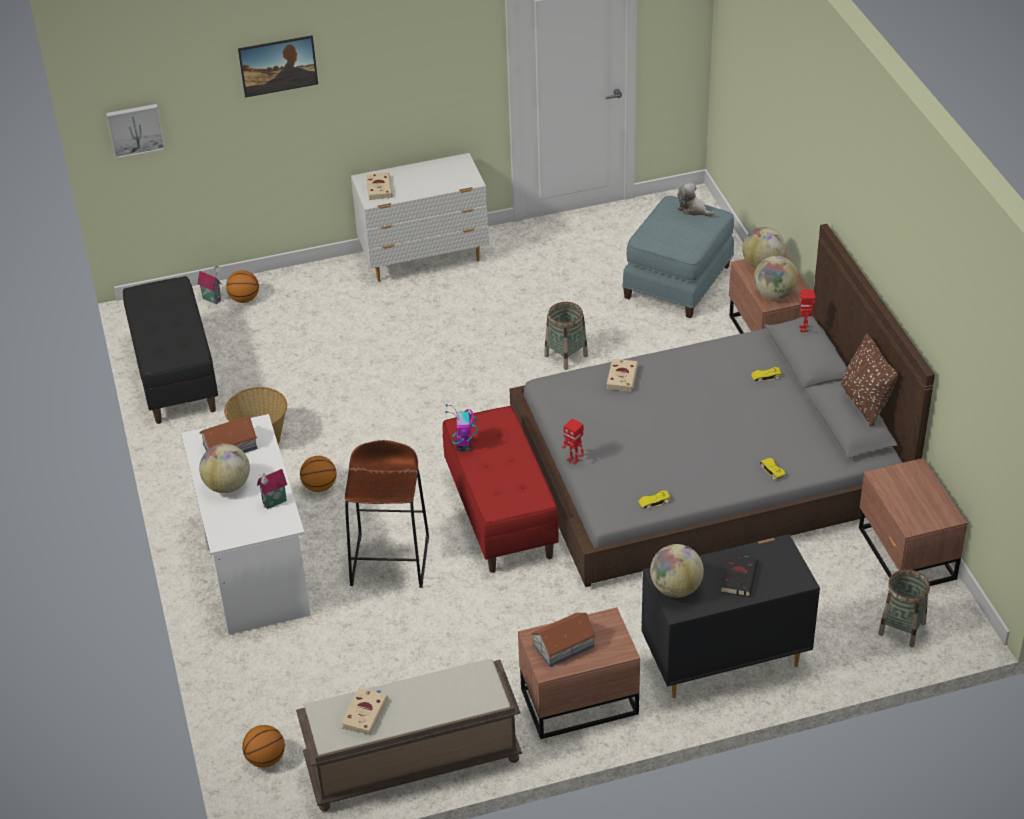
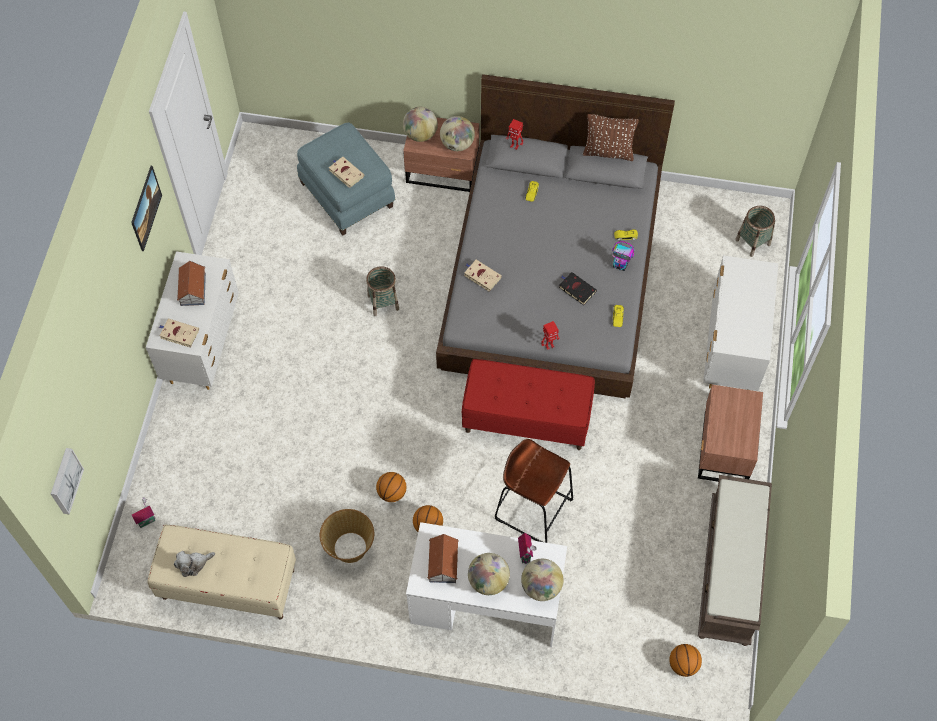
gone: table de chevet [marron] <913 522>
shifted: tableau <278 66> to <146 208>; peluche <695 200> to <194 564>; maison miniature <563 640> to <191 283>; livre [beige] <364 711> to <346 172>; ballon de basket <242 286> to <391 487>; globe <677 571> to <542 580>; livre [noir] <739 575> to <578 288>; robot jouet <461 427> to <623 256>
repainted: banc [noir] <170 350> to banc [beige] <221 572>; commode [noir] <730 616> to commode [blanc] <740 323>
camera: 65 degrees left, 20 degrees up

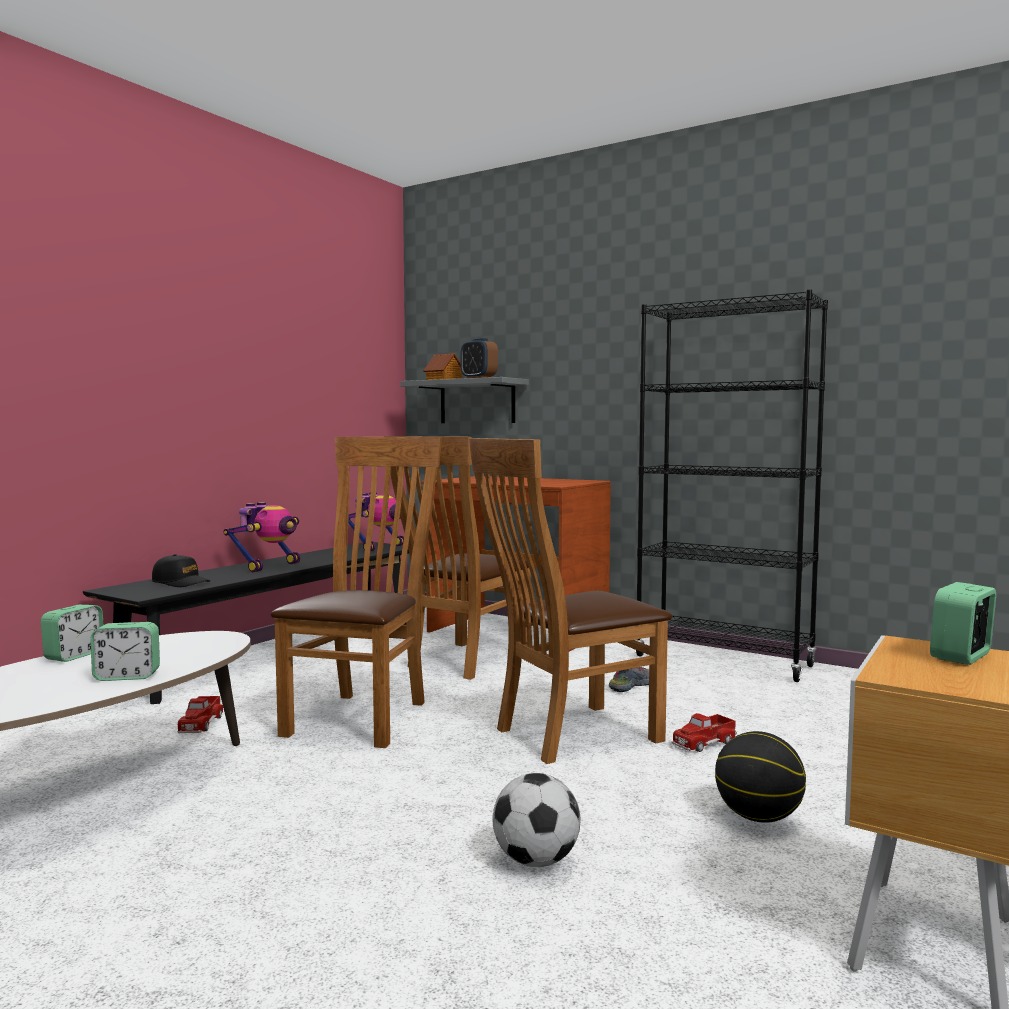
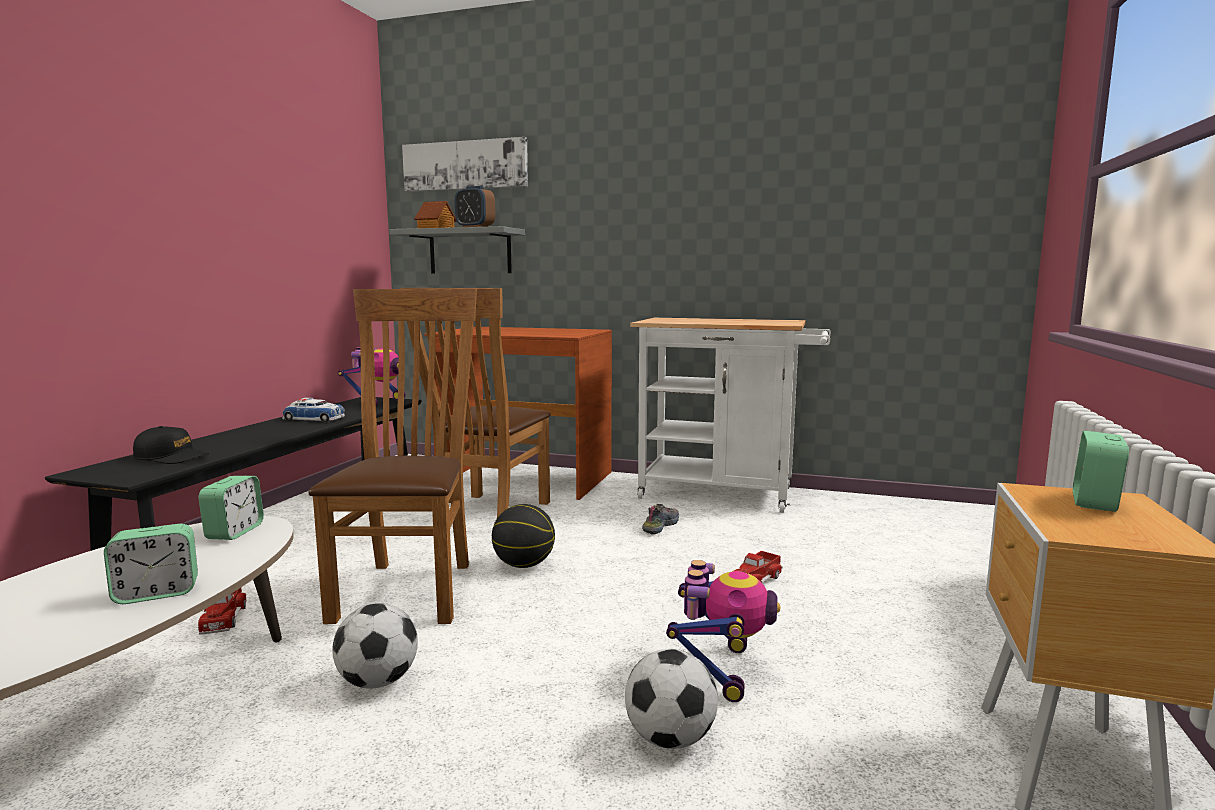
gone: chaise [marron] <570 601>
new: petite voiture <313 410>; ballon de foot <375 646>; tableau <465 164>
shifted: réveil <72 633> to <231 508>; ballon de basket <760 777> to <523 536>; robot jouet <262 537> to <723 631>
swapped: bibliothèque [noir] <731 486> to chariot [blanc] <730 415>
camera: 15 degrees left, 5 degrees up

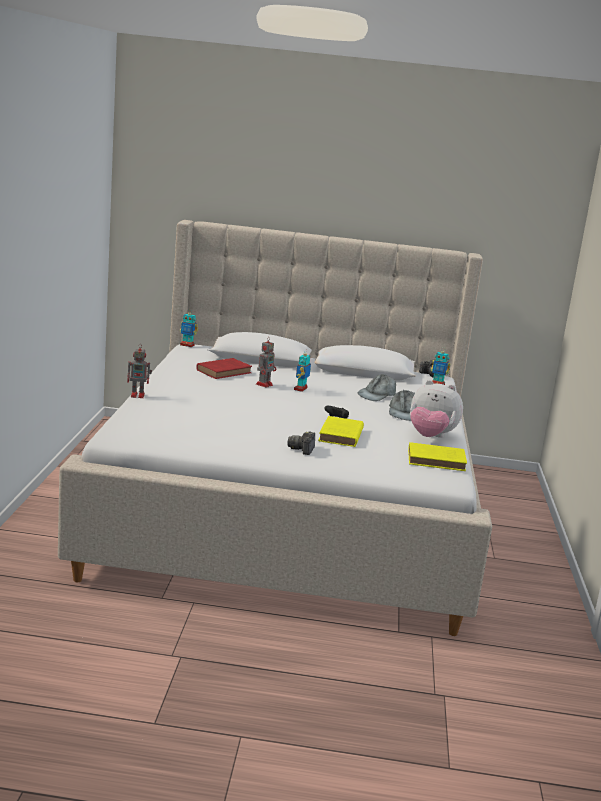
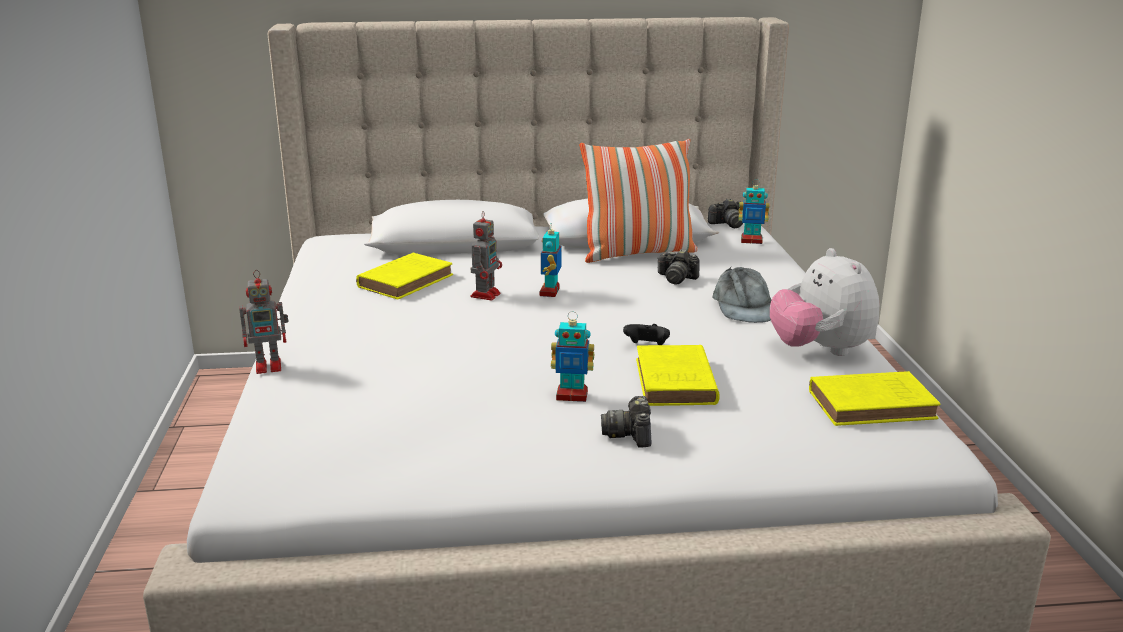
new: coussin <639 201>
shifted: robot jouet <189 328> to <572 357>
swapped: casquette [gris] <376 387> to appareil photo <678 266>
repainted: livre [rouge] <224 368> to livre [jaune] <404 276>
rotated: peluche <436 409> = <824 302> 60 degrees clockwise
camera: 10 degrees left, 5 degrees up

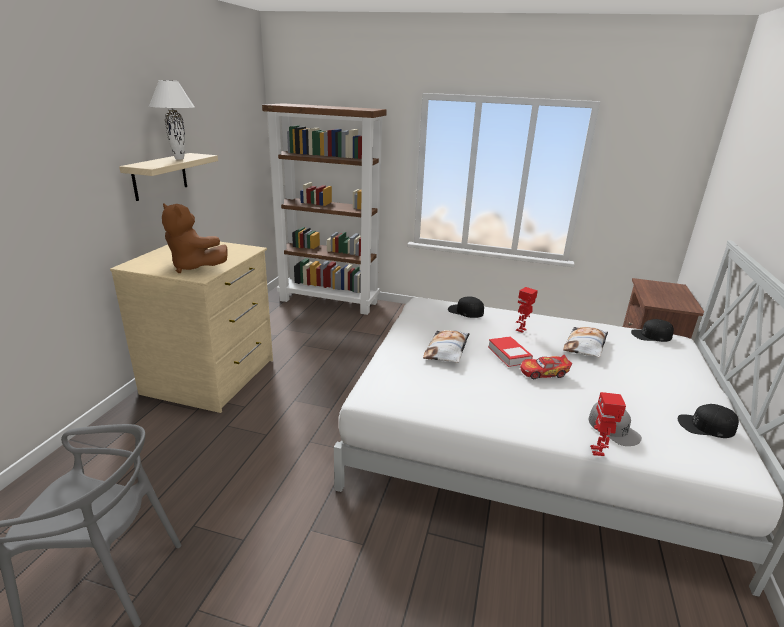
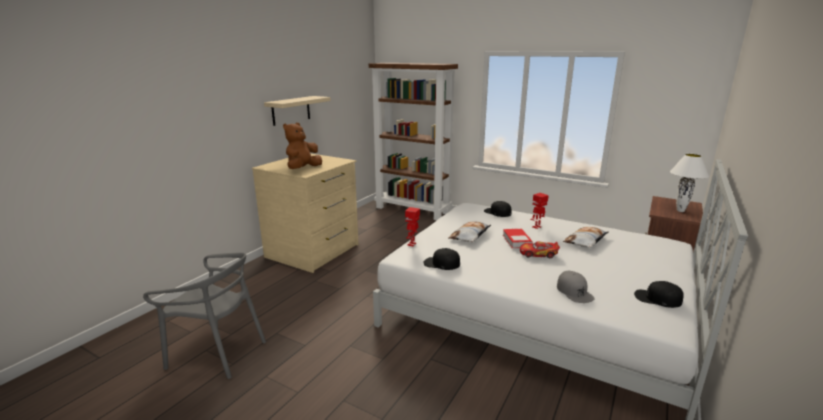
shifted: robot jouet <608 424> to <412 226>; casquette [noir] <652 330> to <441 259>; lampe de table [blanc] <171 120> to <689 183>
rotated: peluche [marron] <195 238> = <302 146> 75 degrees clockwise
camera: 15 degrees right, 5 degrees down

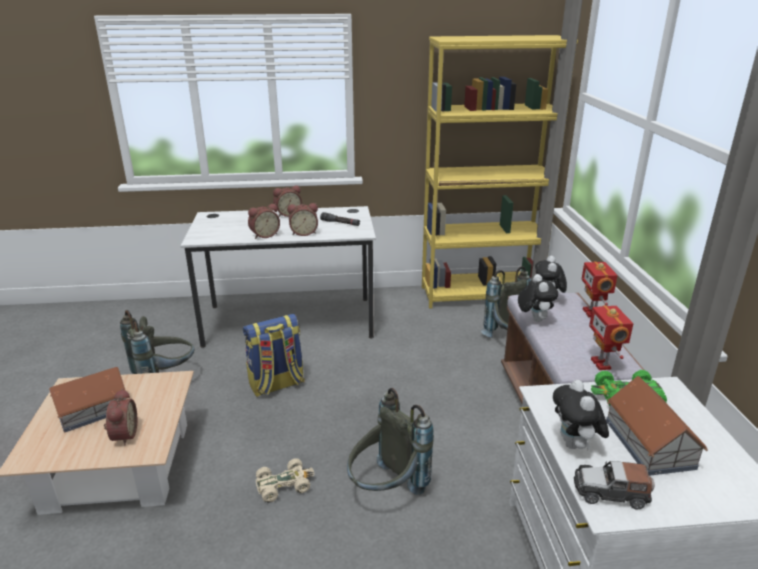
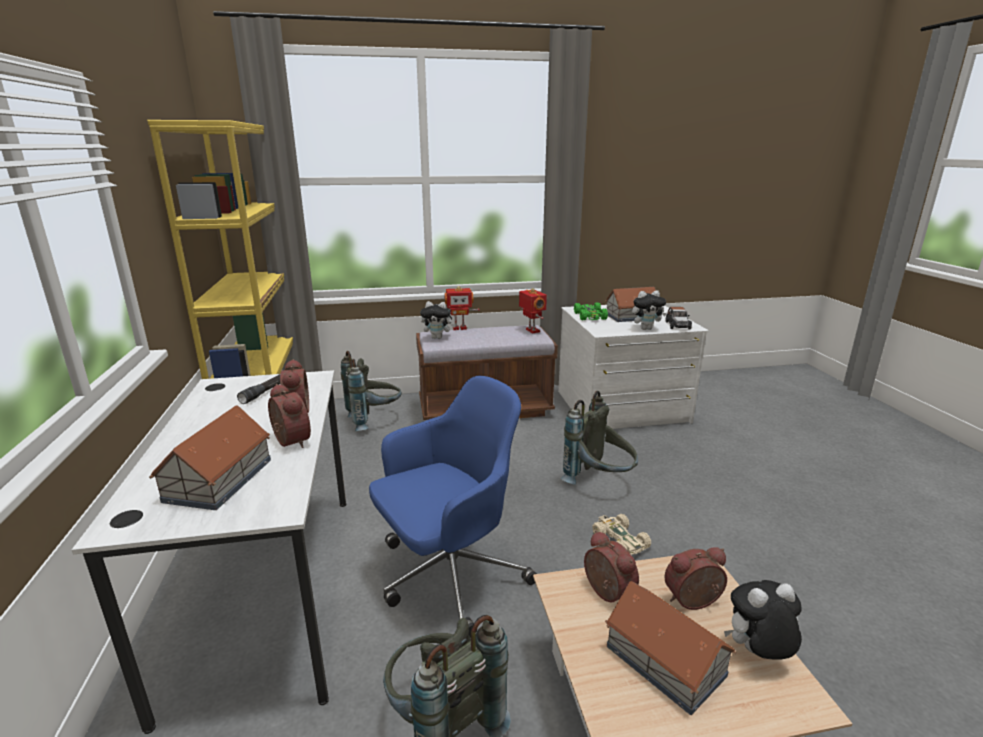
new: maison miniature <210 457>
shifted: réveil <287 201> to <611 566>; peluche <538 298> to <763 619>
swapped: sac à dos <274 355> to chaise de bureau [bleu] <453 506>
rotated: robot jouet <611 337> = <533 310> 105 degrees counterclockwise
camera: 95 degrees left, 5 degrees down

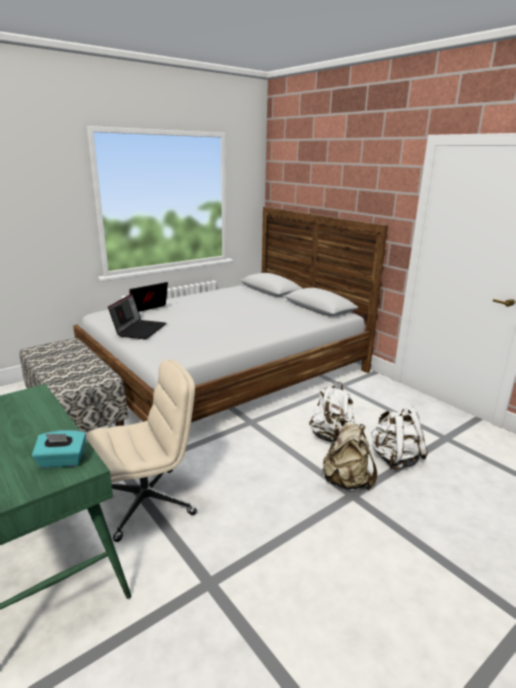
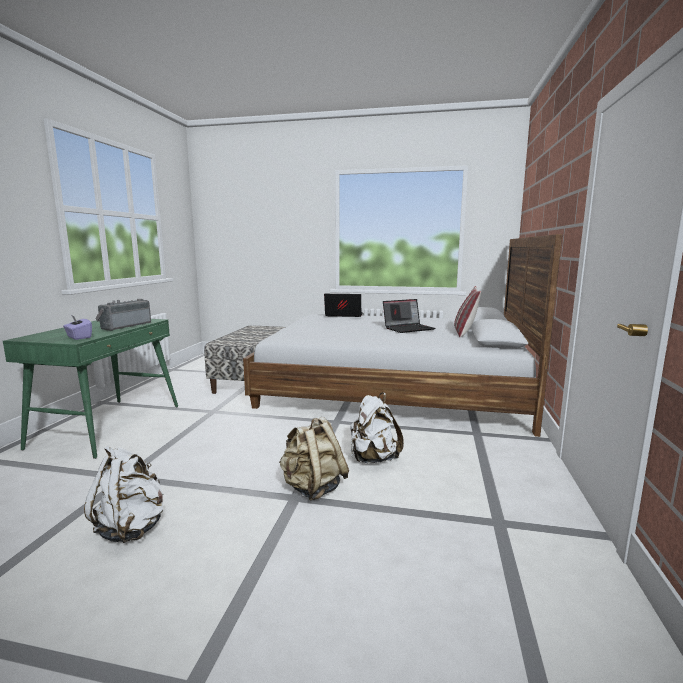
gone: chaise de bureau [beige] <141 450>
new: radio <123 315>; coussin <467 311>
shifted: sac à dos [blanc] <399 438> to <123 494>; ordinateur portable <137 317> to <409 316>
repainted: boîte à mouchoirs [turquoise] <59 449> to boîte à mouchoirs [violet] <77 327>
camera: 50 degrees right, 10 degrees down

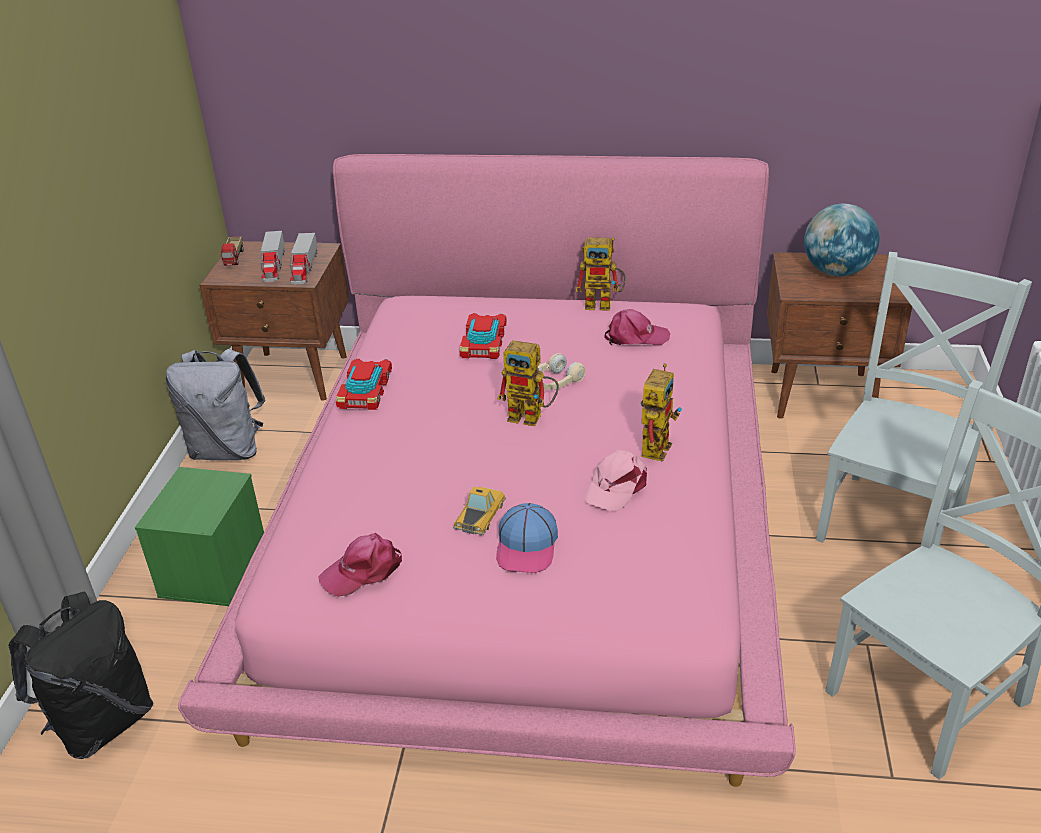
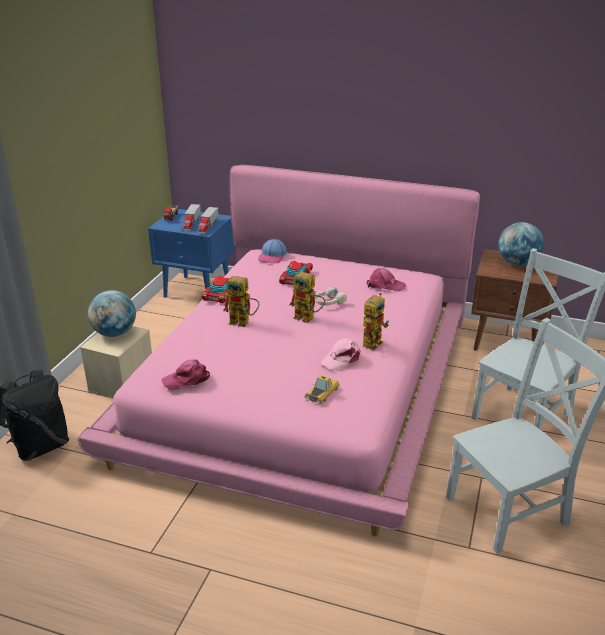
gone: sac à dos [gris] <215 404>
new: globe <112 313>
shifted: robot jouet <600 274> to <241 301>; casquette <527 538> to <272 251>; petite voiture <479 511> to <322 389>
repainted: boîte de rangement [vert] <199 536> to boîte de rangement [beige] <116 362>; table de chevet [marron] <274 321> to table de chevet [bleu] <191 253>
camera: 10 degrees right, 5 degrees down

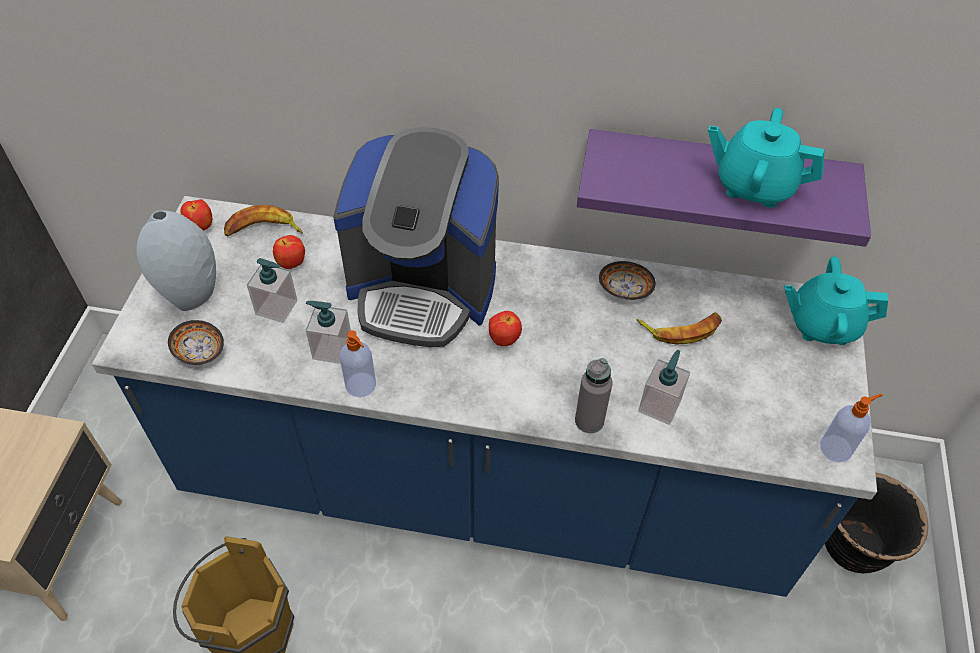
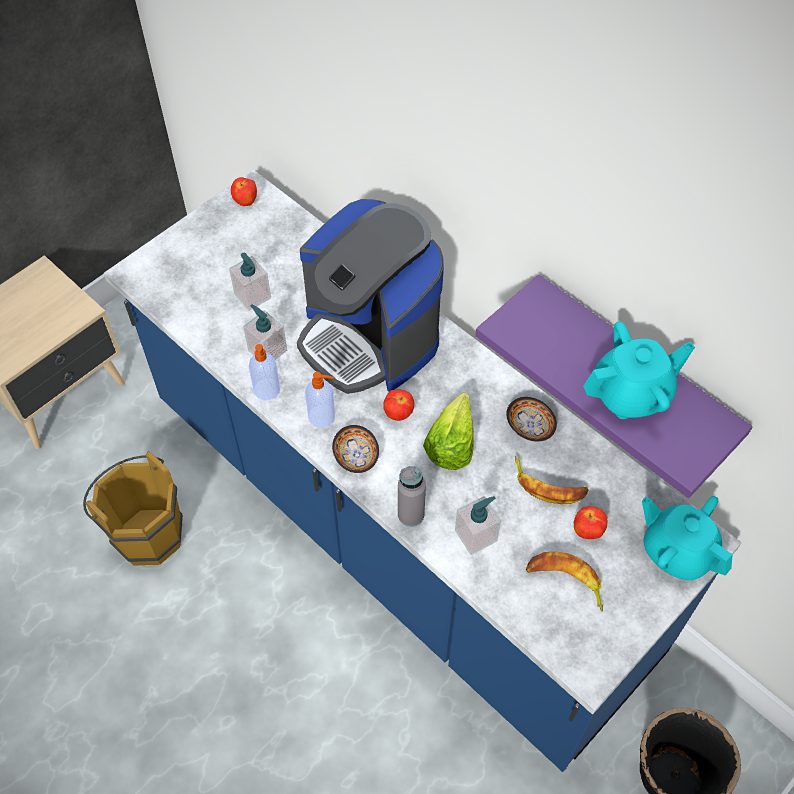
gone: vase [gris] <176 260>
new: laitue <448 431>
shifted: distributeur de savon <851 427> to <320 399>; bol <196 342> to <355 449>; banane <263 220> to <564 581>; pomme <289 252> to <590 522>
rotated: théière [turquoise] <766 158> = <639 370> 105 degrees clockwise
camera: 35 degrees right, 5 degrees up

